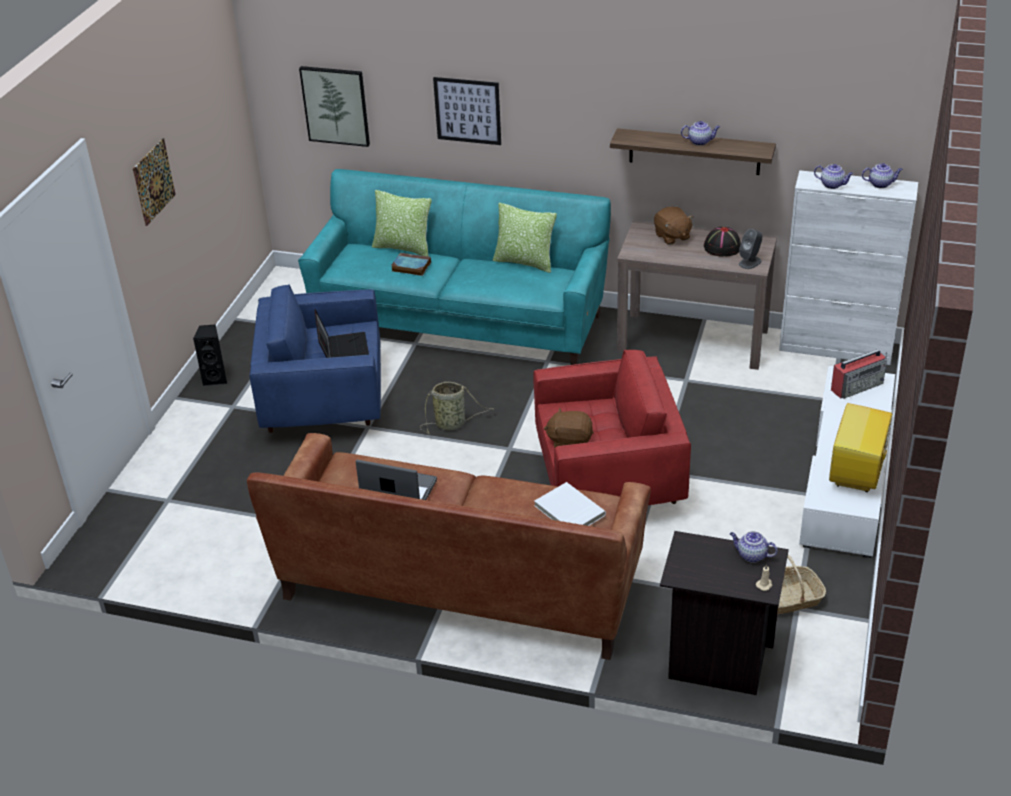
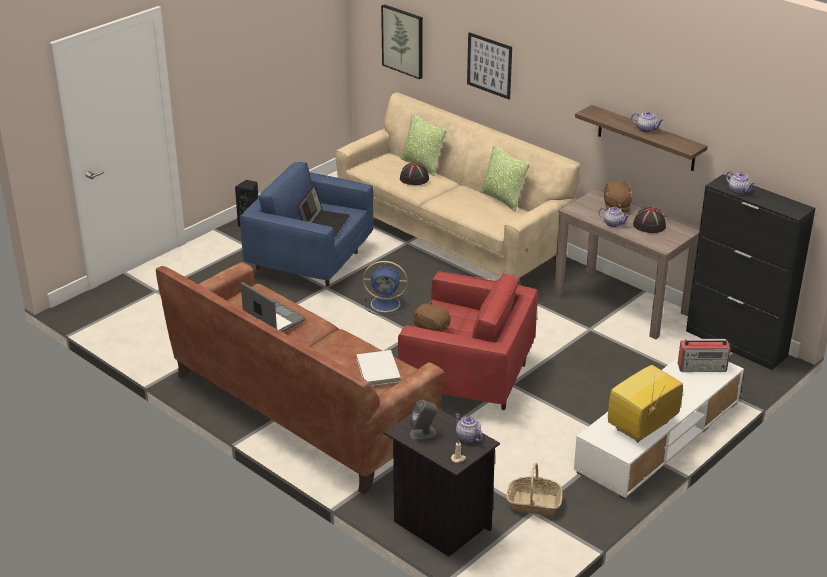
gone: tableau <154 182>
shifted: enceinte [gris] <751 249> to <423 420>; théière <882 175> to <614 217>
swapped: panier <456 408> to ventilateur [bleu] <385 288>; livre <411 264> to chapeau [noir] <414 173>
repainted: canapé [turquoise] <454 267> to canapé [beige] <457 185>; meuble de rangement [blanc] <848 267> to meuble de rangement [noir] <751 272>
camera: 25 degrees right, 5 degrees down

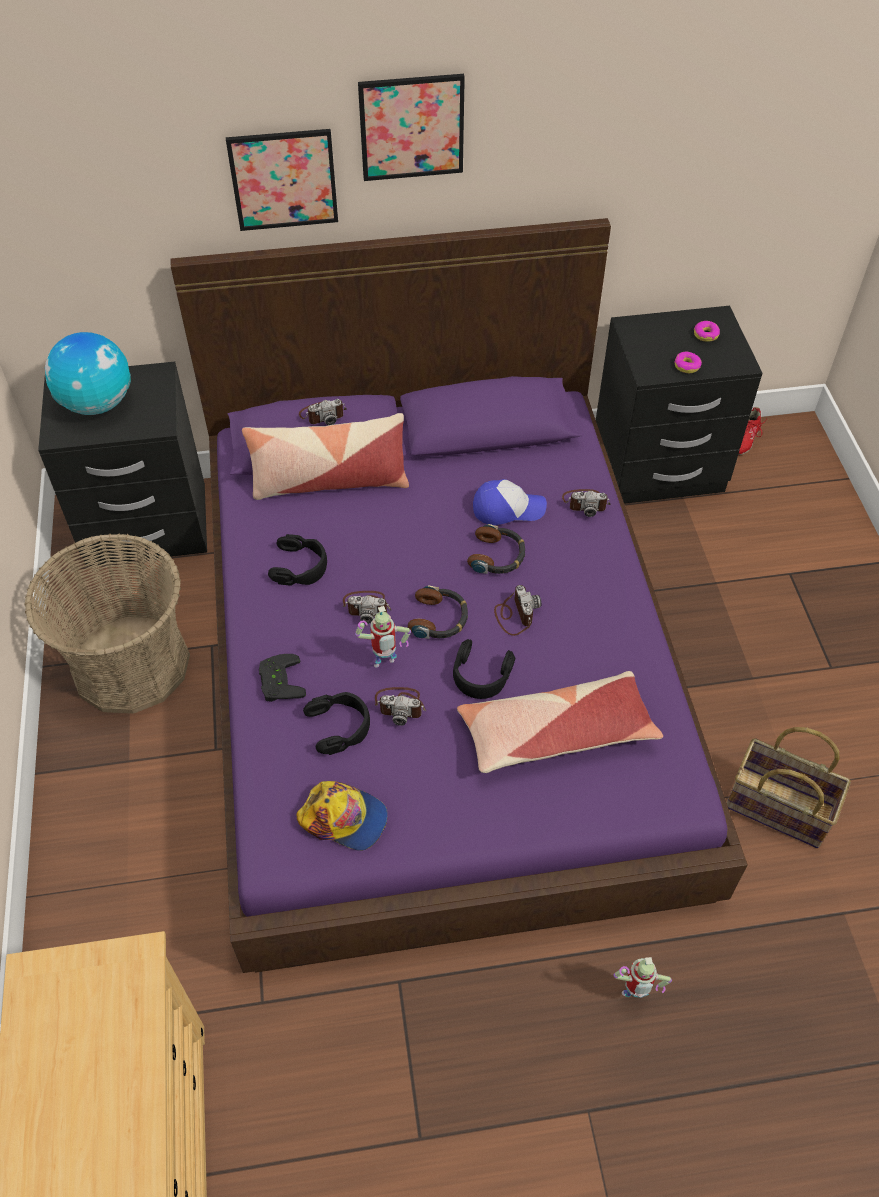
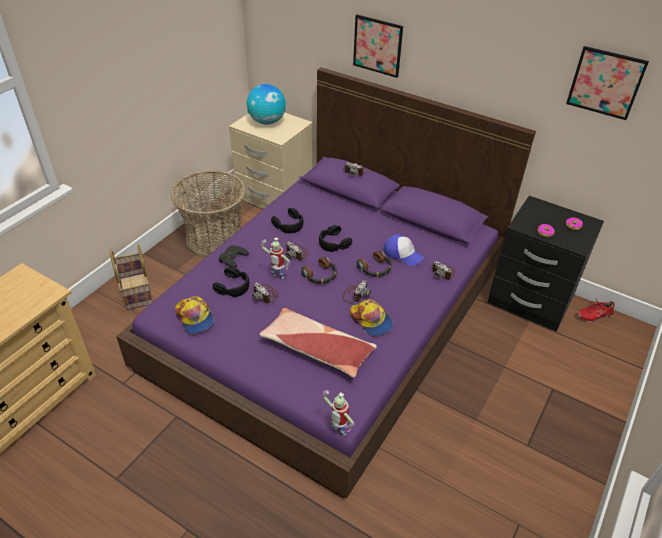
gone: coussin <325 456>
new: casquette <371 318>
shifted: panier <788 787> to <131 277>; casque audio [noir] <484 669> to <335 238>; robot jouet <642 977> to <339 413>; tableau <411 127> to <607 83>
repainted: table de chevet [noir] <122 464> to table de chevet [beige] <271 161>
camera: 40 degrees right, 10 degrees down

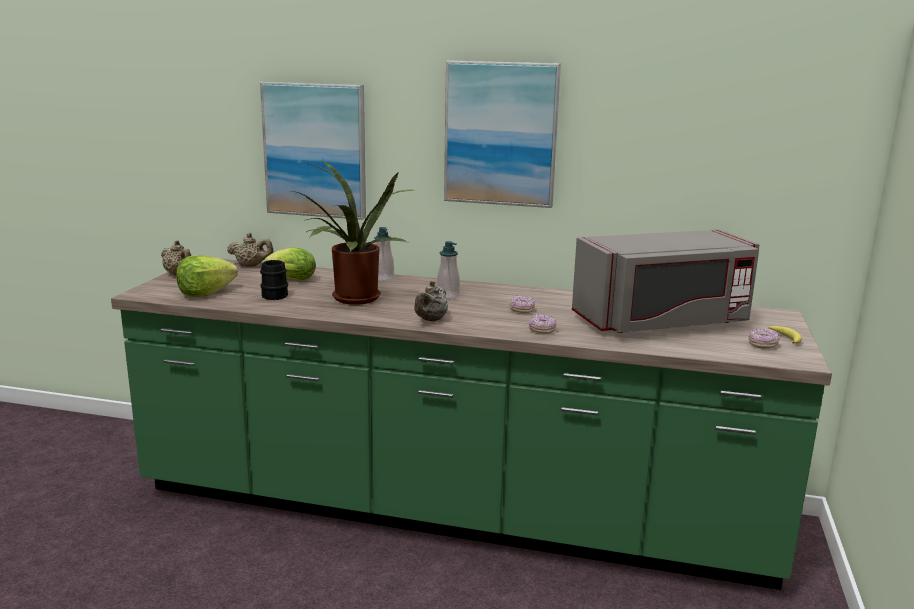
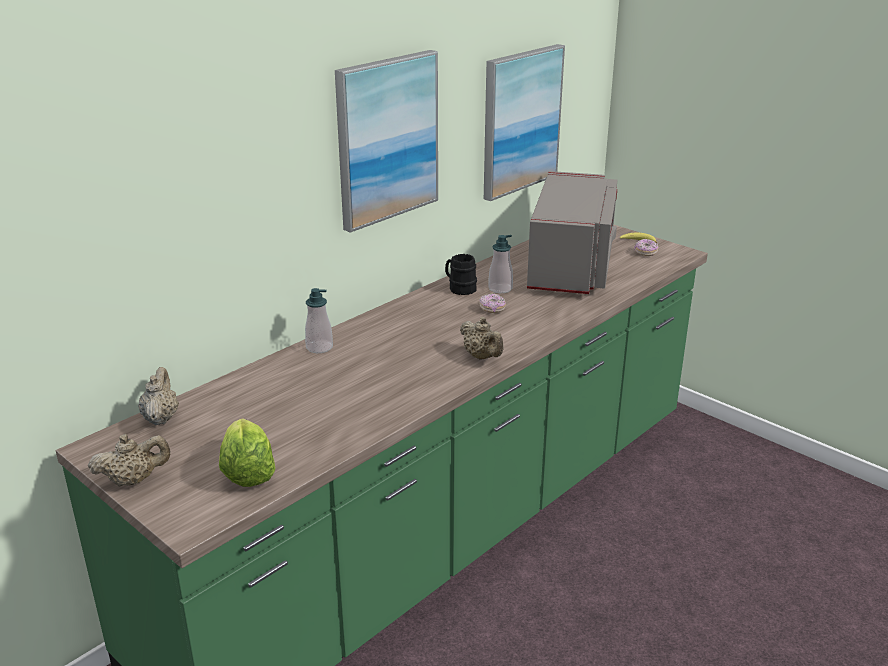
gone: laitue <290 264>; plante en pot <352 233>; beignet <542 324>
shifted: mug [noir] <274 280> to <461 274>; tableau <313 150> to <524 122>; distributeur de savon <448 270> to <500 264>
rotated: théière [beige] <250 250> = <158 396> 45 degrees counterclockwise
camera: 60 degrees left, 10 degrees up

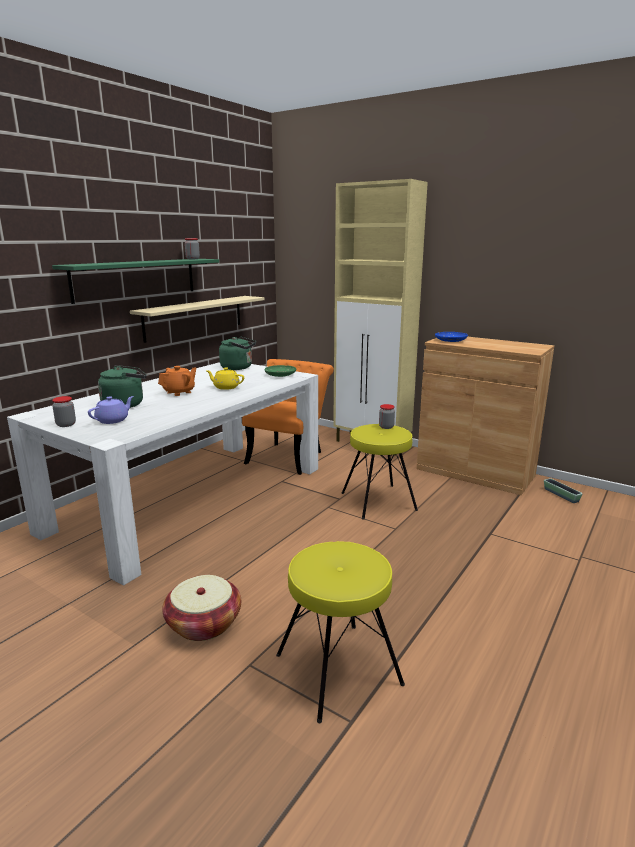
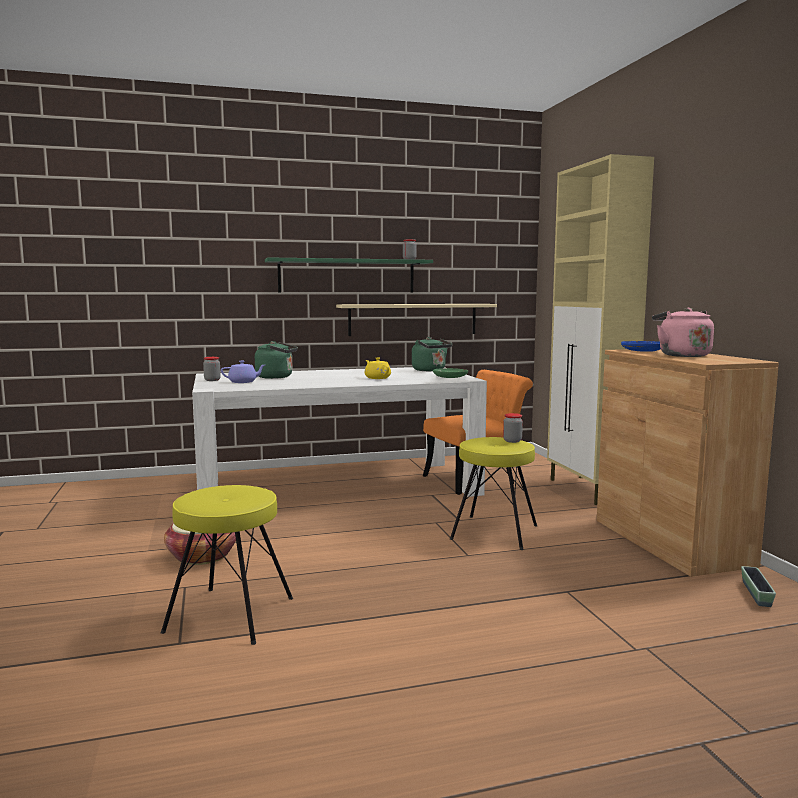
gone: théière [orange] <177 381>
new: bouilloire [rose] <683 332>
camera: 40 degrees right, 10 degrees down

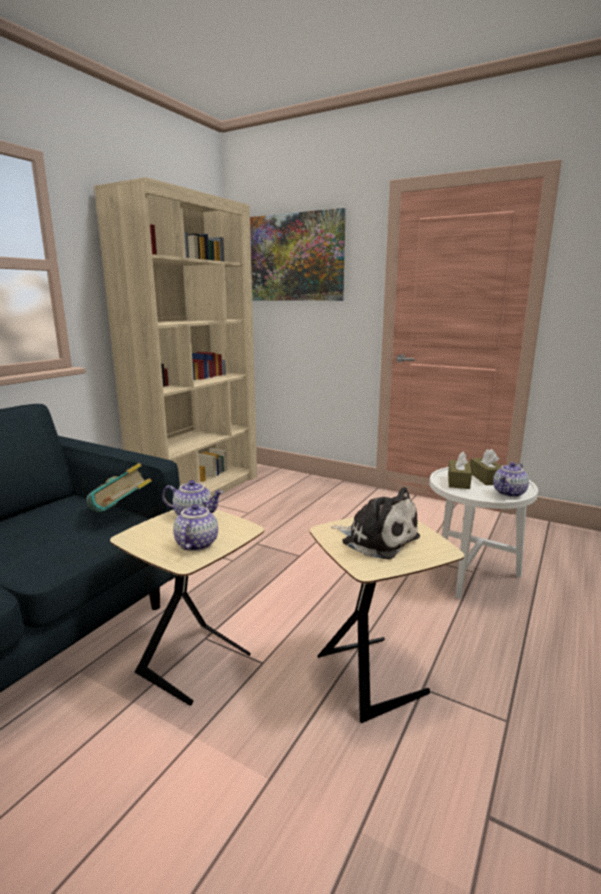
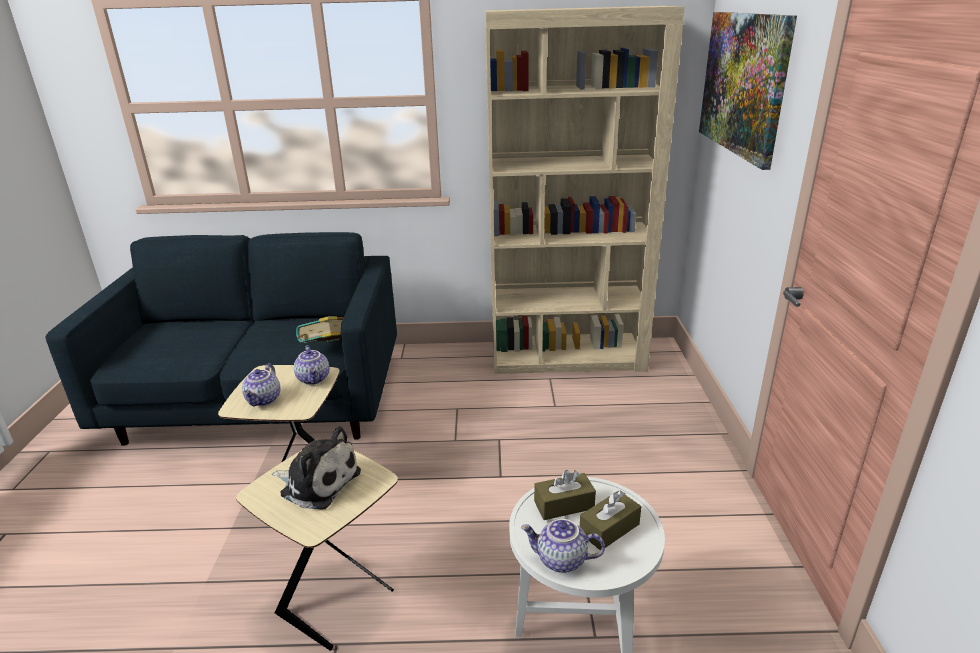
rotated: théière <195 526> = <261 384> 120 degrees clockwise; peluche <375 523> = <316 468> 75 degrees counterclockwise
camera: 60 degrees right, 10 degrees up

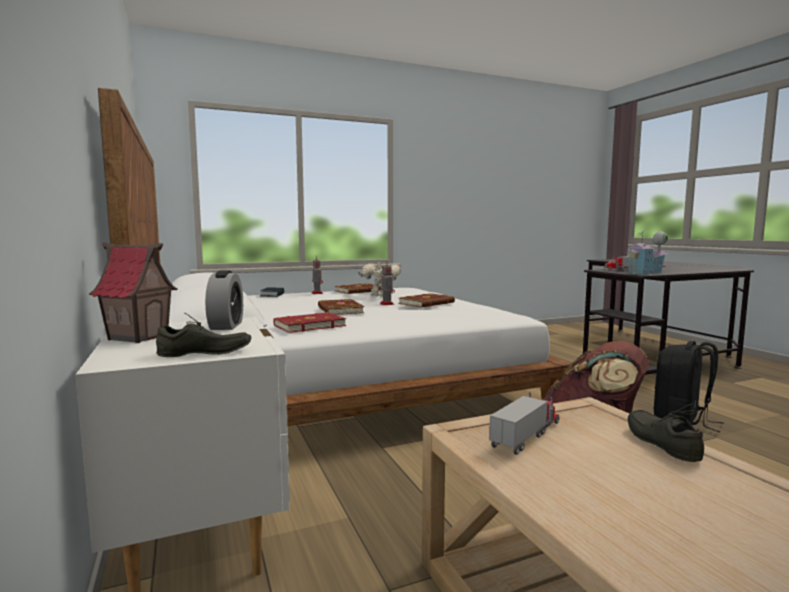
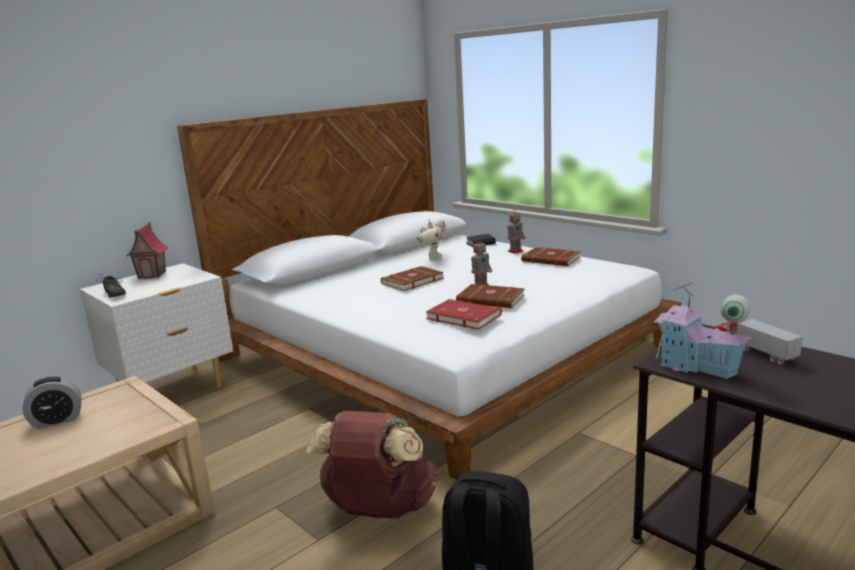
gone: camion jouet <524 423>; chaussure [gris] <665 432>
shifted: réveil <224 300> to <52 403>; robot jouet <379 278> to <431 240>; livre [rouge] <310 322> to <464 314>
camera: 70 degrees right, 10 degrees up

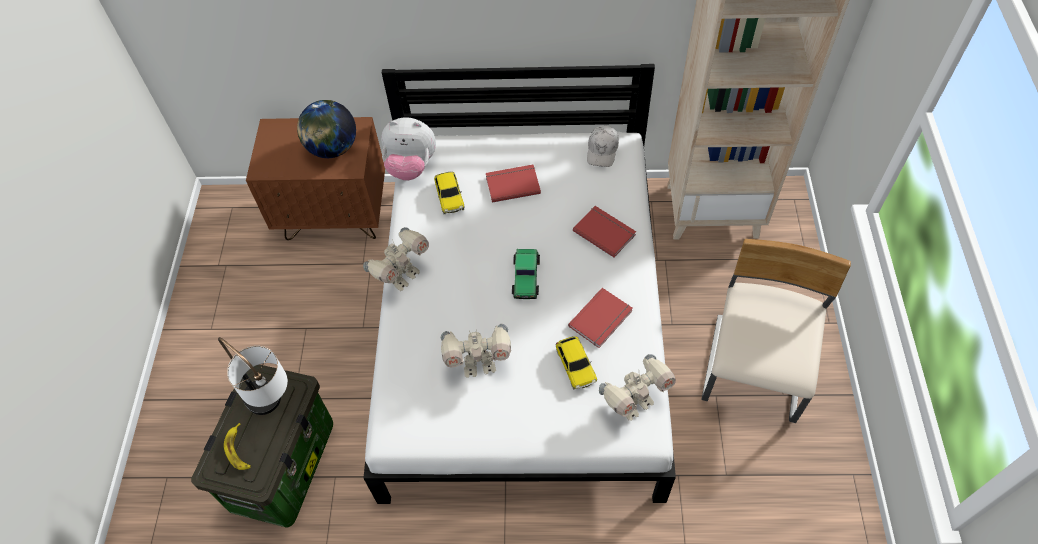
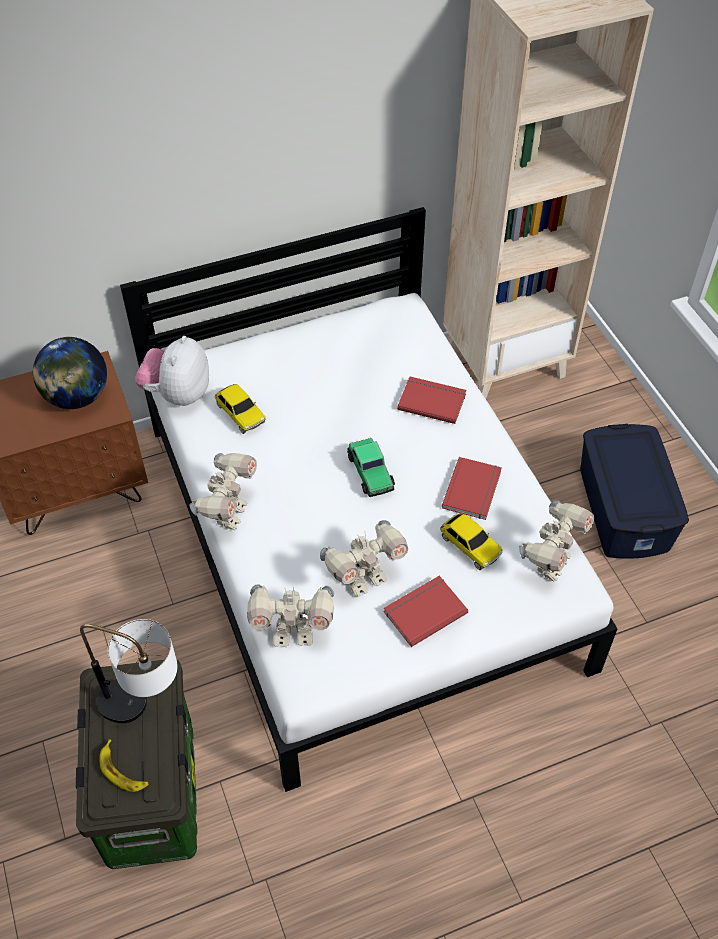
gone: casquette [blanc] <603 146>
new: robot jouet <290 615>
shifted: livre [rouge] <513 184> to <425 611>
swapped: chaise [beige] <776 331> to boîte de rangement [bleu] <634 491>
rotated: peluche <408 149> = <172 371> 120 degrees clockwise
camera: 25 degrees left, 5 degrees down

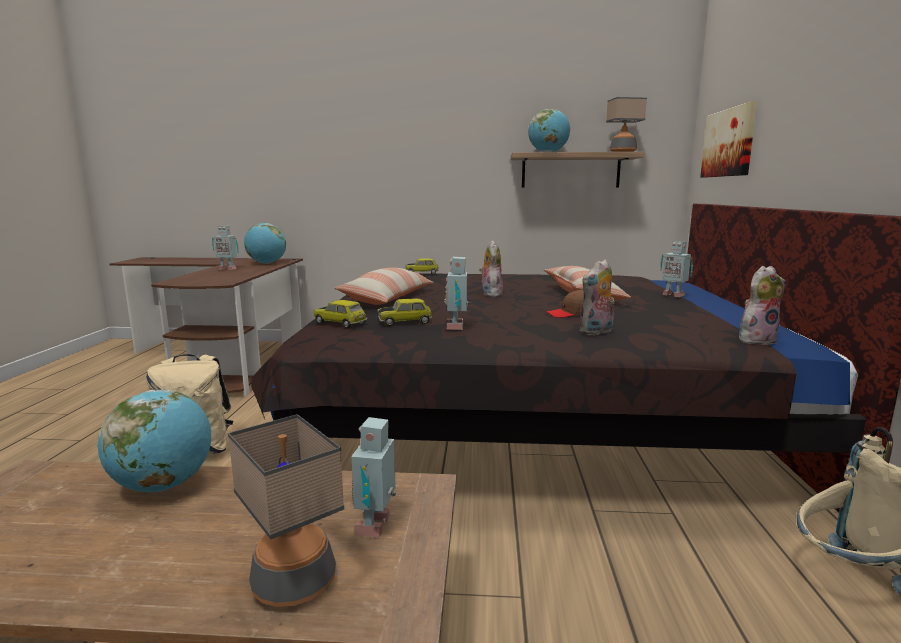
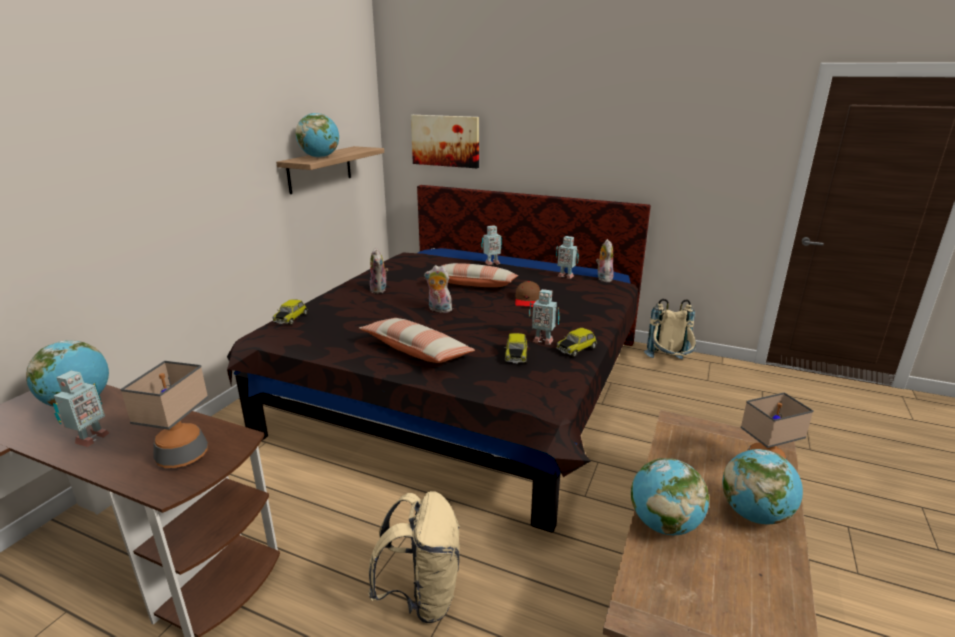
new: globe <762 487>
shifted: lampe de table <626 124> to <164 414>; peluche <597 297> to <379 271>; robot jouet <373 477> to <567 257>; petite voiture <340 314> to <577 342>
camera: 70 degrees left, 10 degrees up

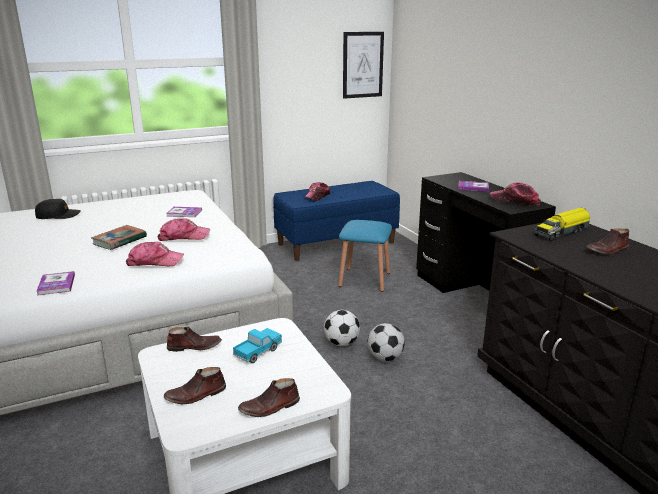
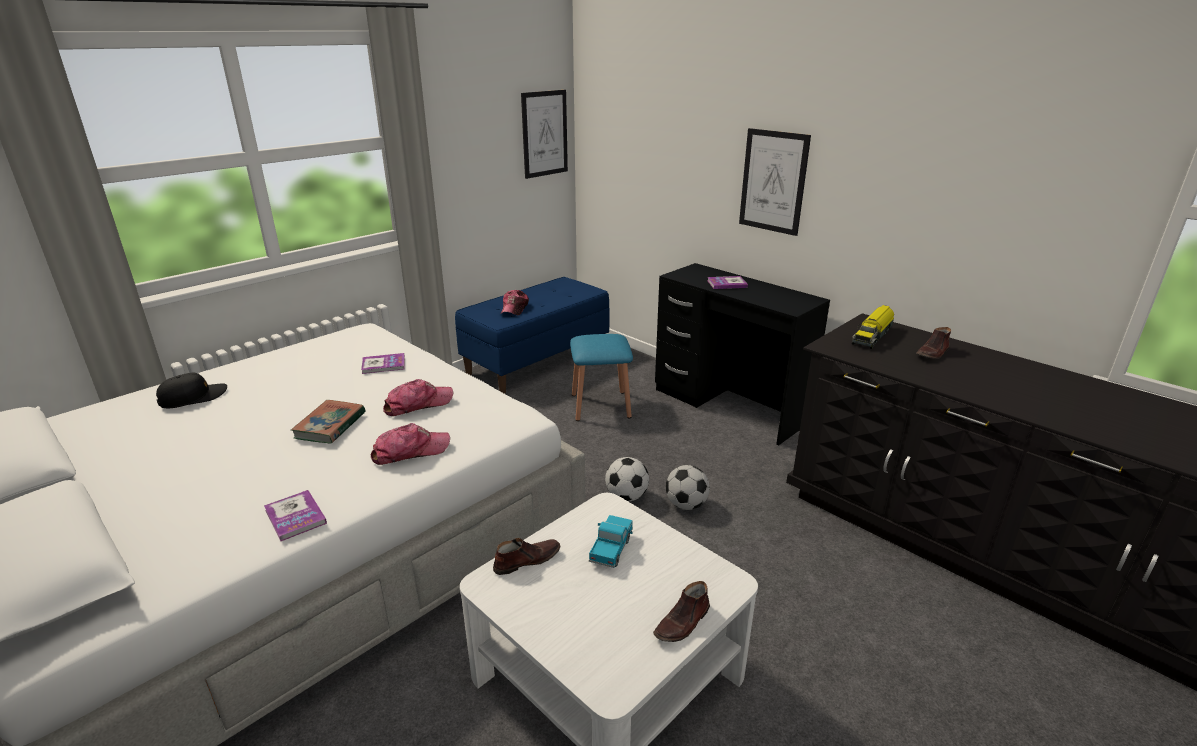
gone: chaussure [marron] <195 385>; casquette <515 194>
new: tableau <775 182>
camera: 20 degrees left, 5 degrees up

